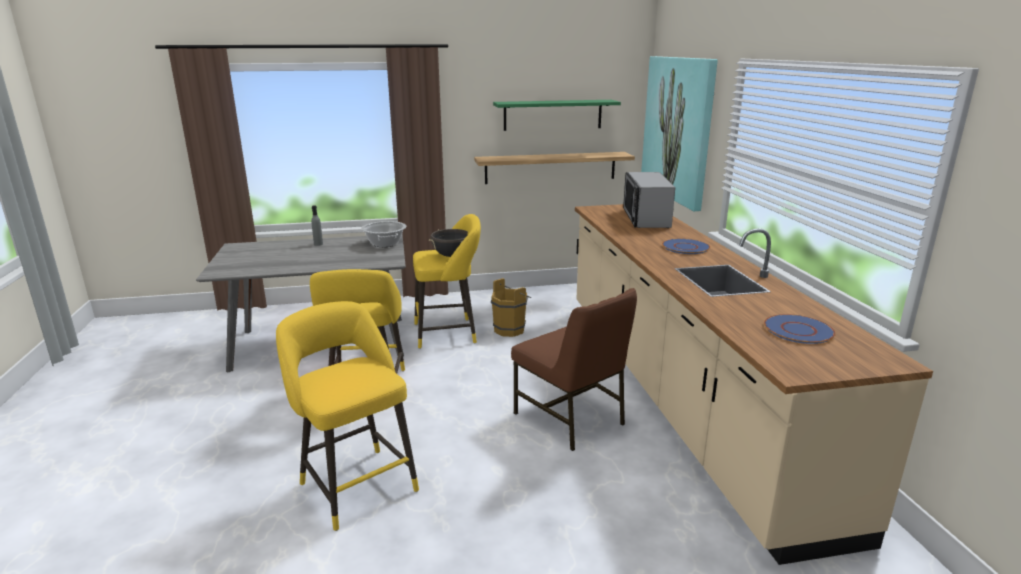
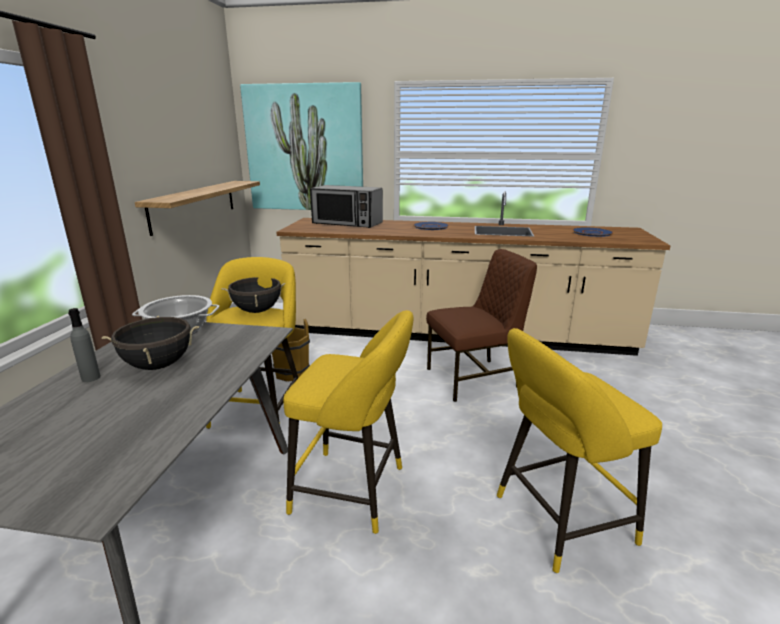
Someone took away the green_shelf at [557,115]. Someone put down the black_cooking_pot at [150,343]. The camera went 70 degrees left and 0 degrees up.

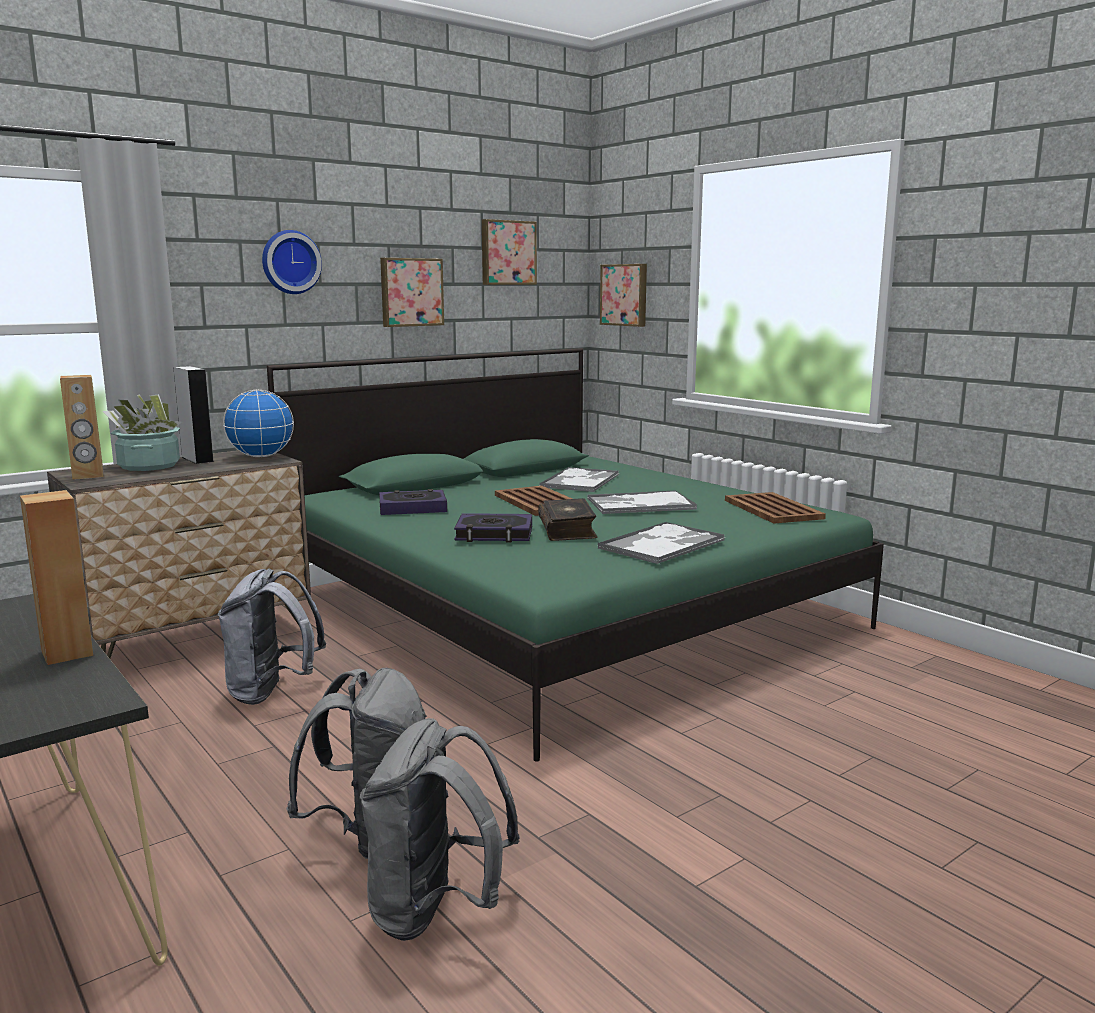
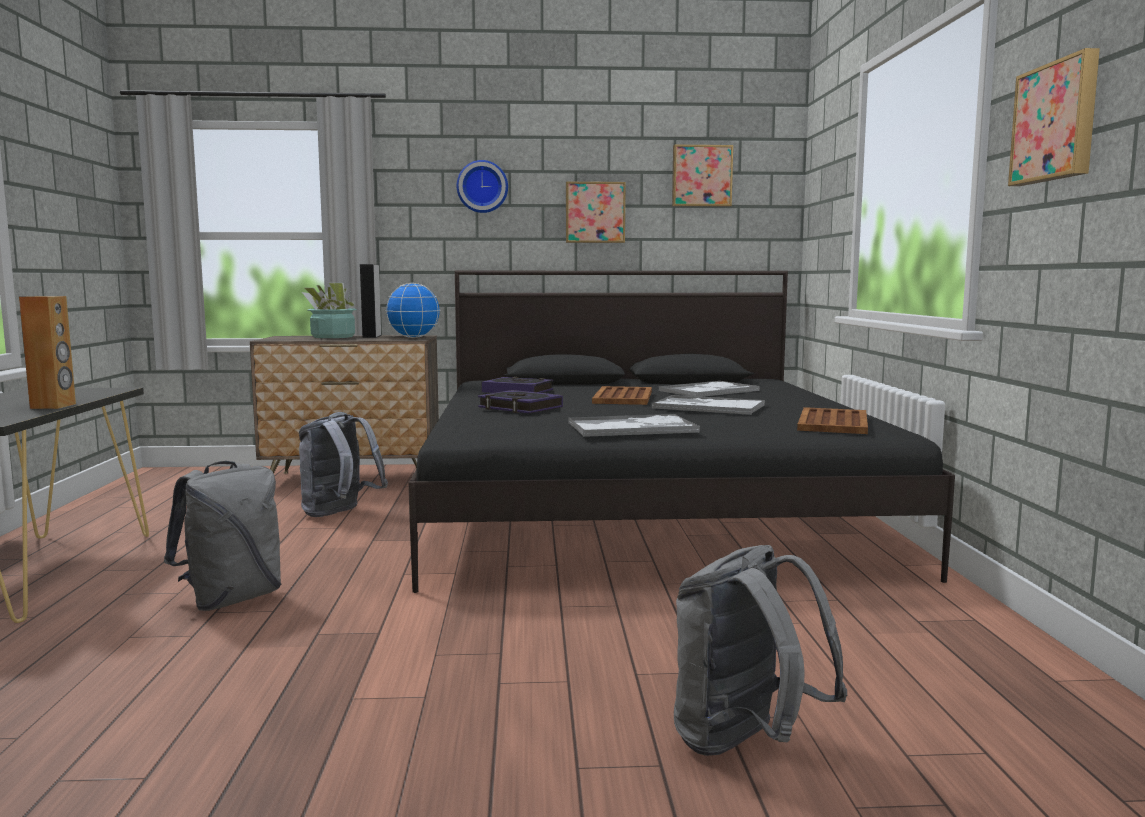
Someone carried the picture from [623,295] to [1054,117]. Someone repainted the green_bed at [575,555], which became the black_bed at [681,432]. Someone took away the brown_speaker at [82,427]. Someone took away the book at [568,519]. Someone carried the grey_backpack from [440,829] to [760,650]. The camera went 35 degrees right and 5 degrees down.

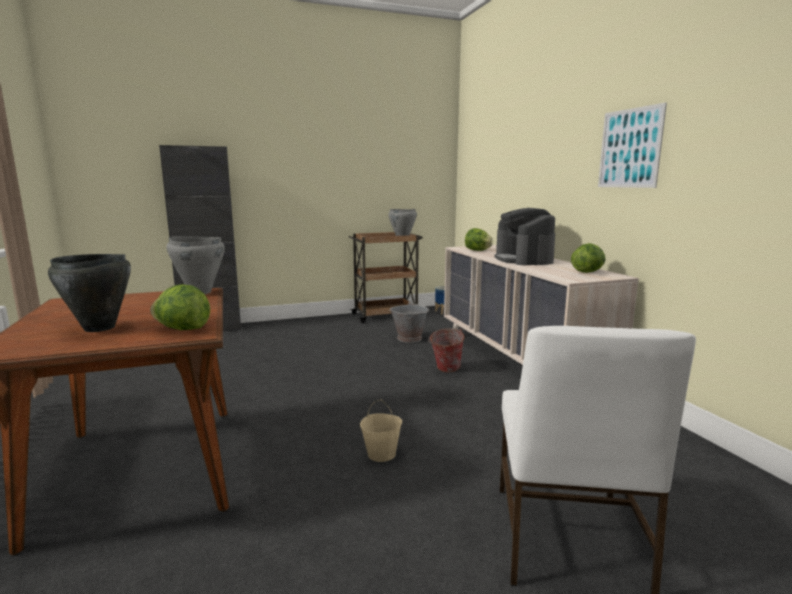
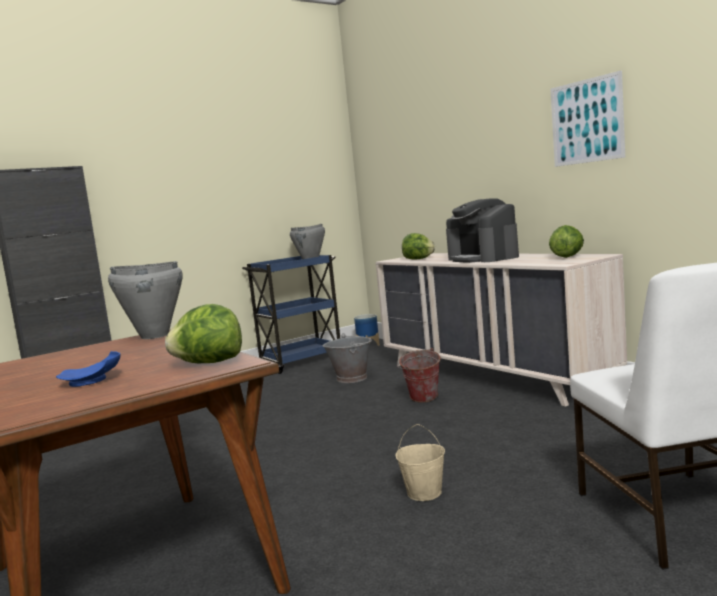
Someone repainted the brown_cart at [386,277], which became the blue_cart at [291,314]. Someone swapped the black_cooking_pot at [89,293] for the blue_plate at [88,369]. The camera went 15 degrees left and 5 degrees down.

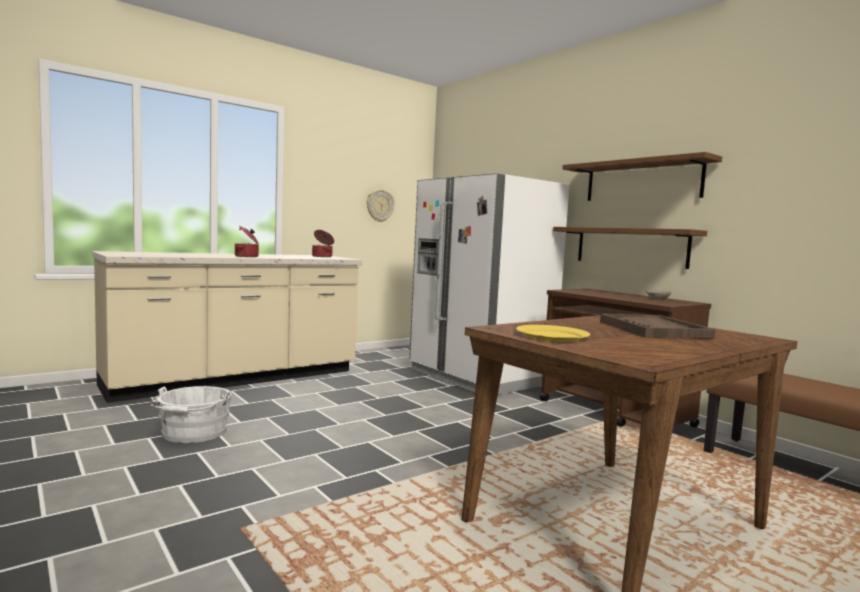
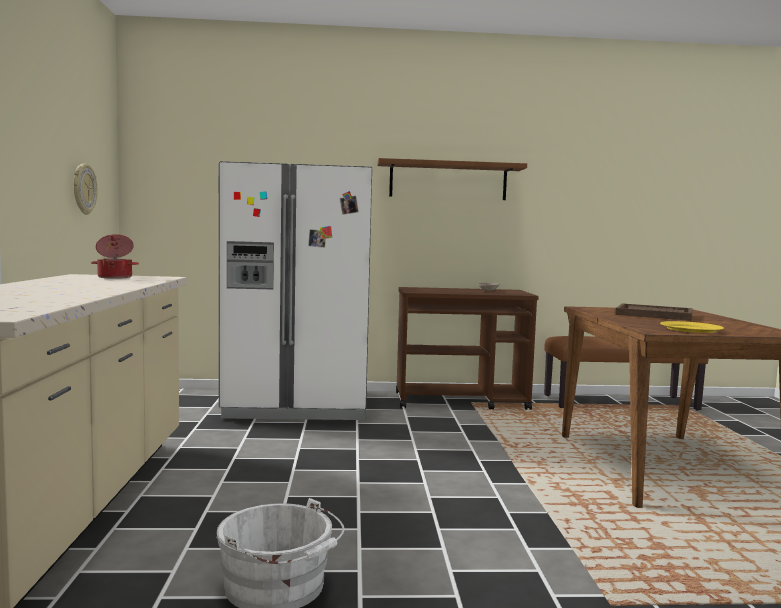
Someone took away the cooking_pot at [247,241]. Someone took away the brown_shelf at [630,248]. The camera went 55 degrees left and 0 degrees up.

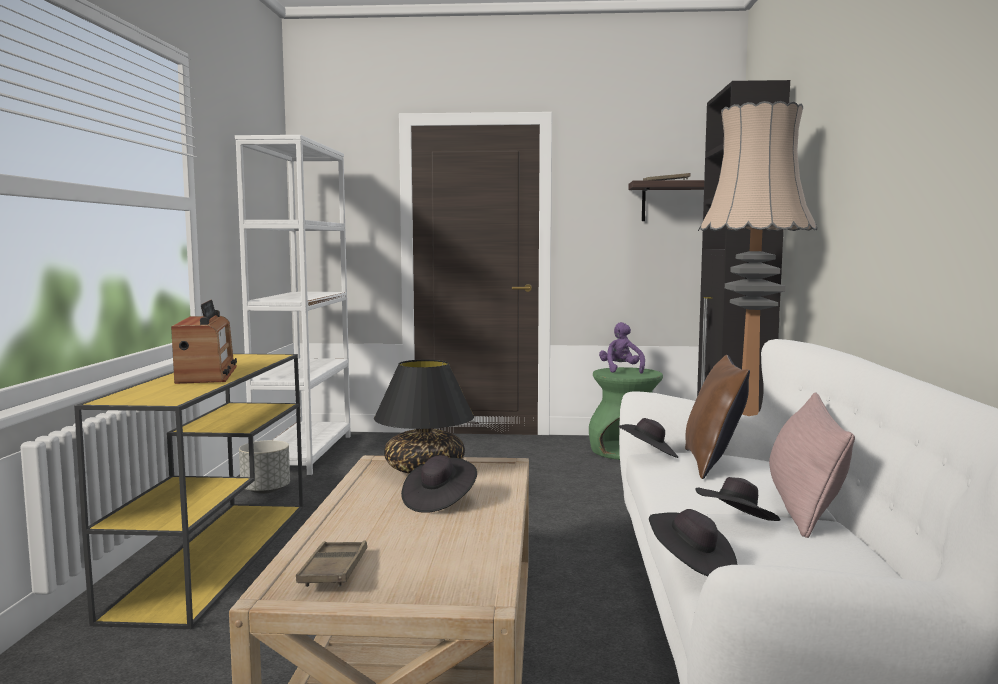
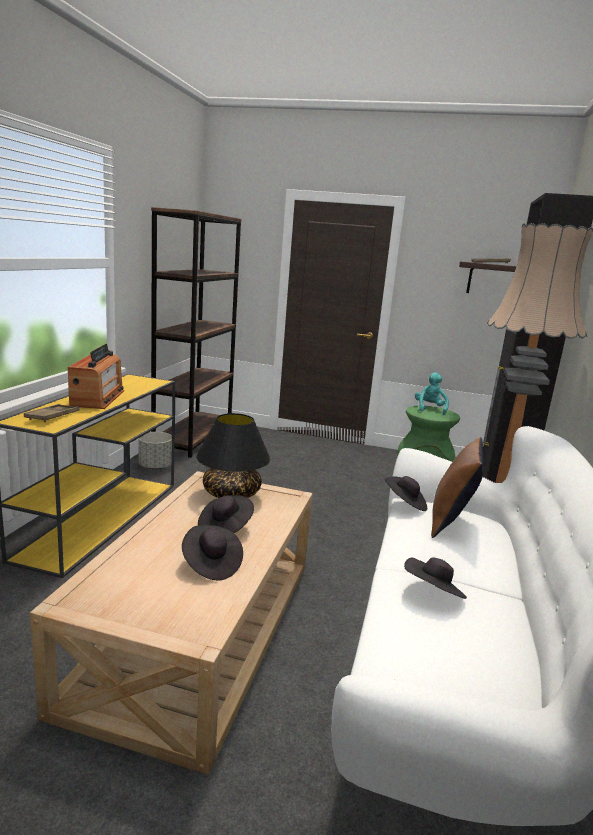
Someone repainted the white_bookcase at [293,305], which became the brown_bookcase at [196,332]. Someone repainted the purple_plush_toy at [622,348], which became the turquoise_plush_toy at [432,393]. Someone took away the pink_pillow at [812,465]. Someone carried the black_hat from [693,543] to [212,553]. Someone carried the brown_tray from [331,564] to [51,413]. The camera went 10 degrees right and 10 degrees up.

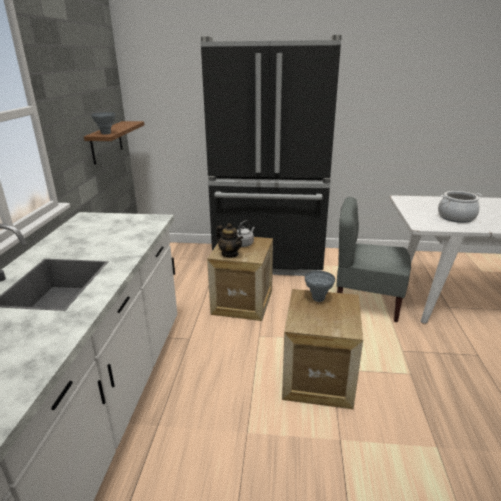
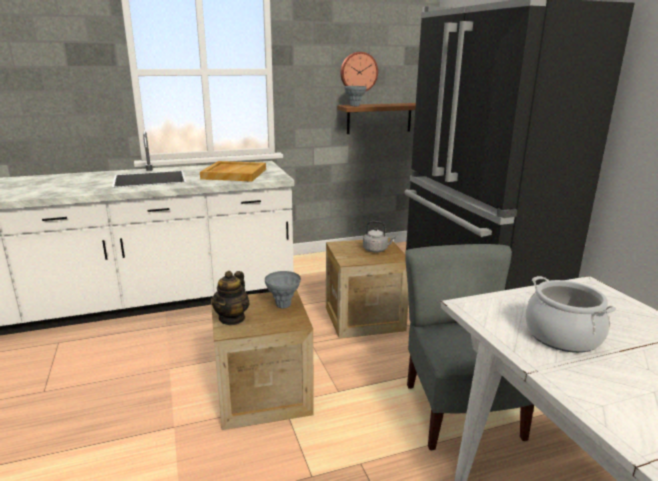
Someone carried the teapot from [229,240] to [231,298]. Someone put up the wall_clock at [359,72]. Someone put down the beige_tray at [233,171]. The camera went 65 degrees right and 5 degrees down.

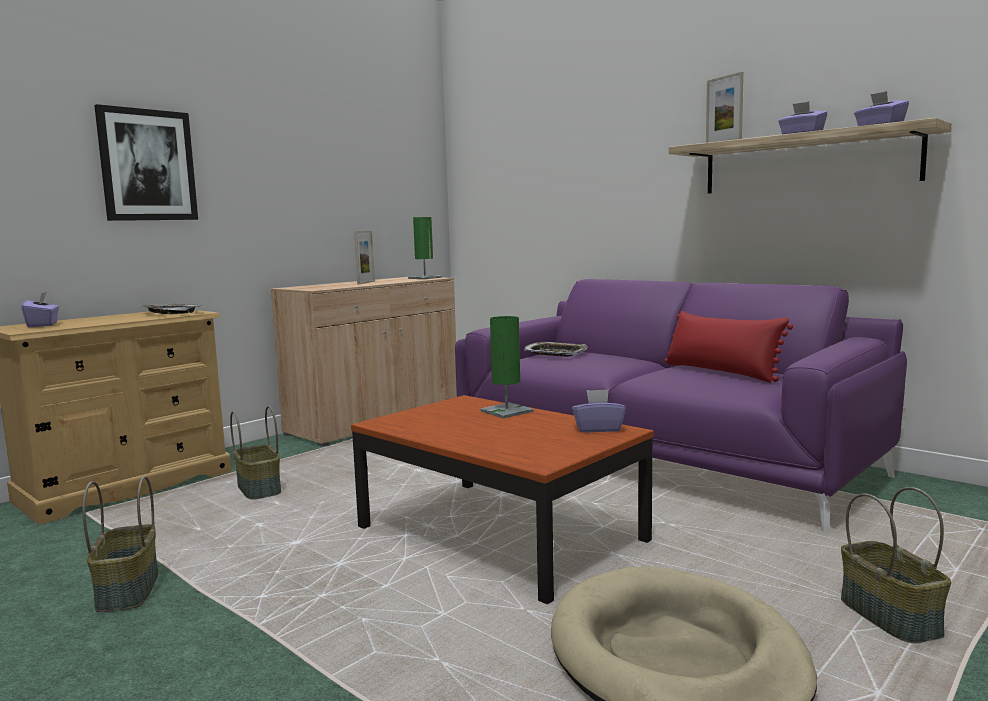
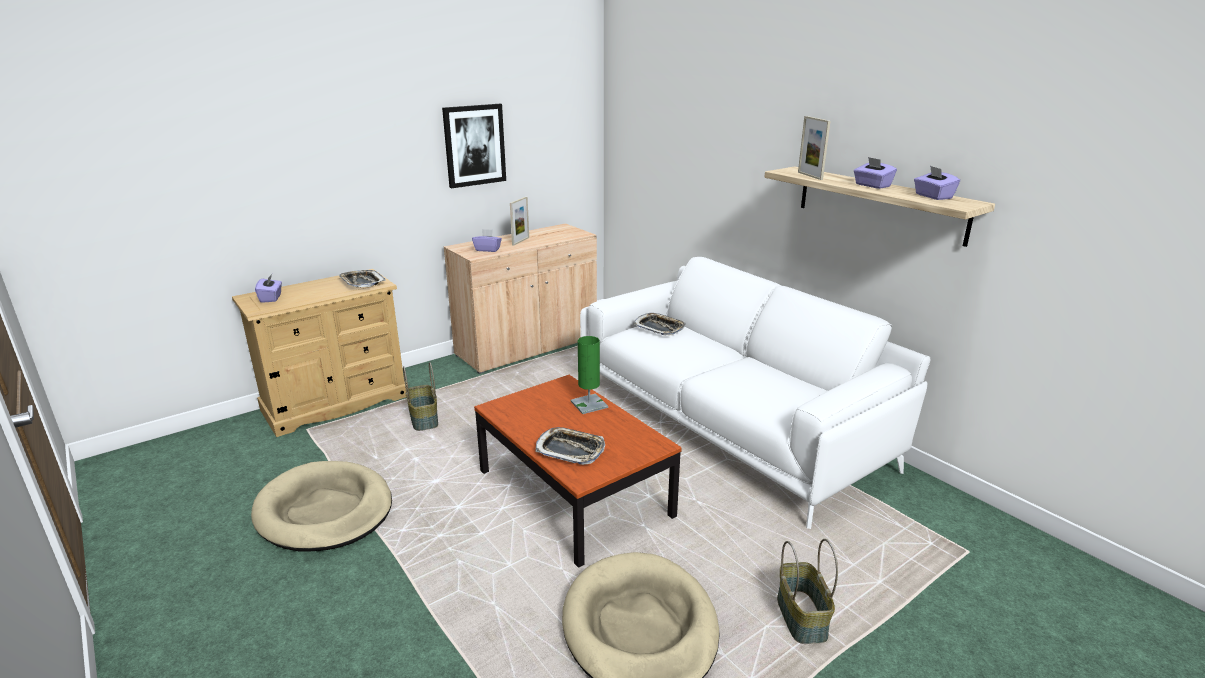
Someone carried the picture from [146,162] to [474,146]. Someone took away the green_table_lamp at [425,248]. Someone repainted the purple_sofa at [681,406], which became the white_sofa at [755,393]. Someone took away the red_pillow at [728,347]. Someone carried the purple_tissue_box from [599,411] to [487,240]. Someone swapped the basket at [120,544] for the beige_dog_bed at [321,506]. Someone put down the tray at [570,446]. The camera went 10 degrees right and 15 degrees up.

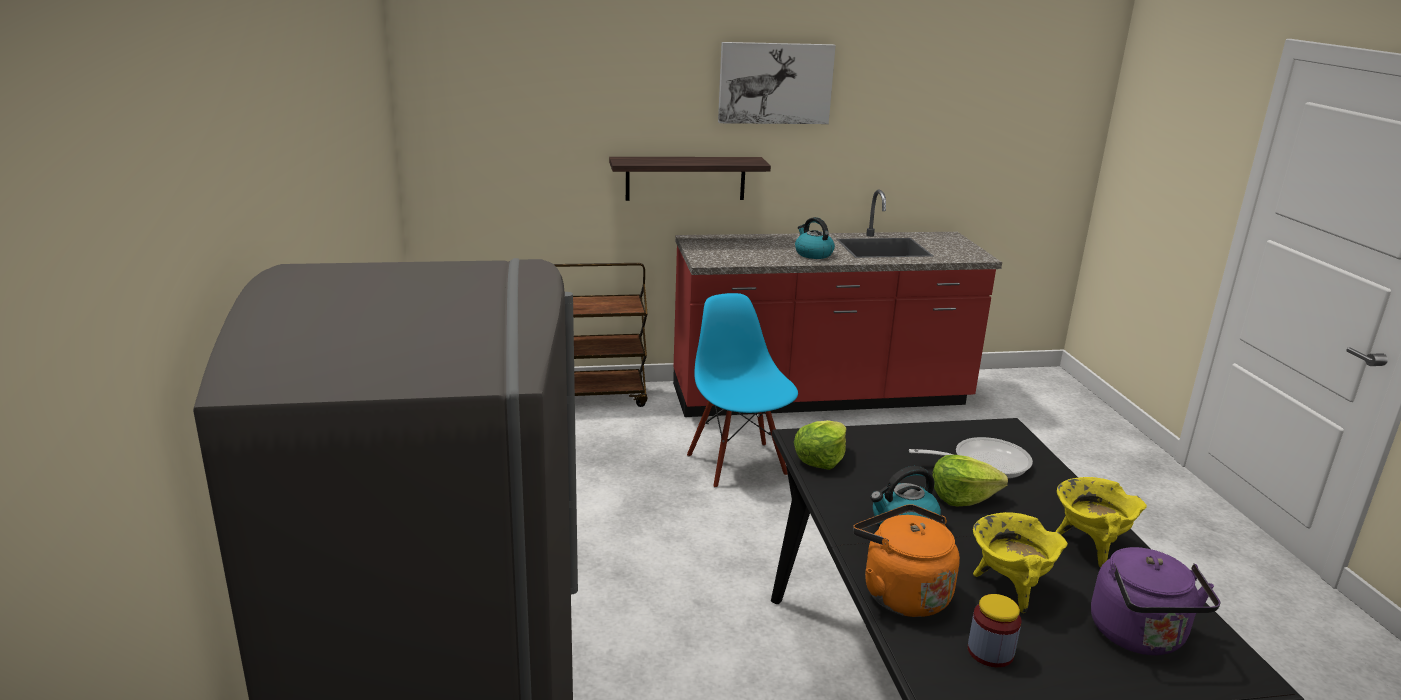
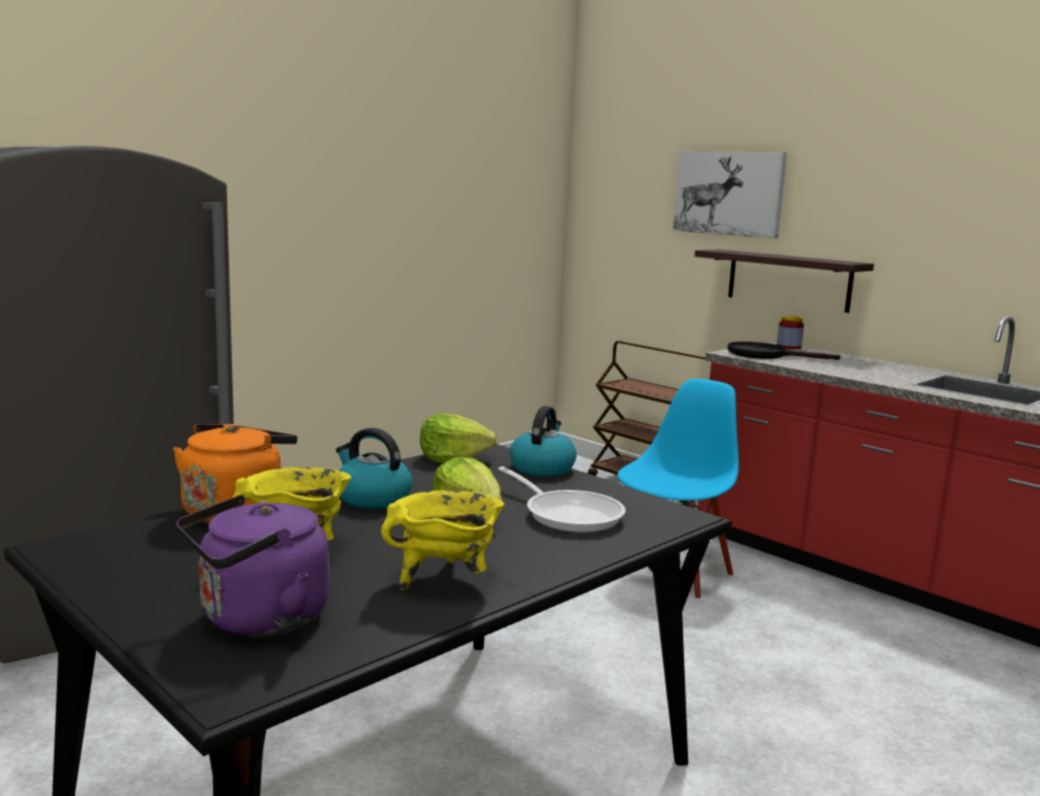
Someone carried the picture from [777,83] to [730,195]. Someone carried the kettle from [815,238] to [543,441]. Someone carried the jar from [994,630] to [790,332]. Someone put down the black_frying_pan at [783,351]. The camera went 55 degrees right and 10 degrees down.

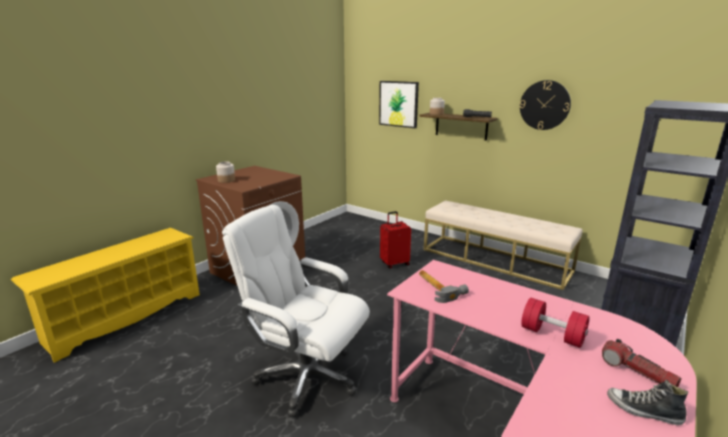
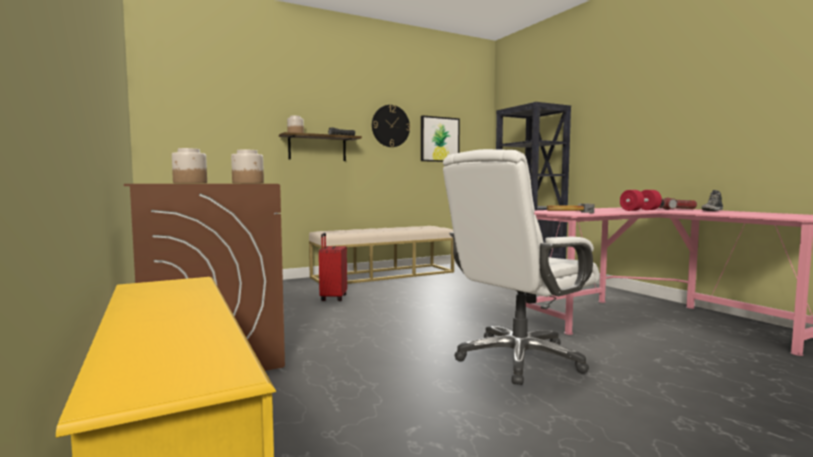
Someone carried the picture from [399,104] to [440,138]. Someone put down the jar at [247,166]. The camera went 65 degrees left and 15 degrees down.

